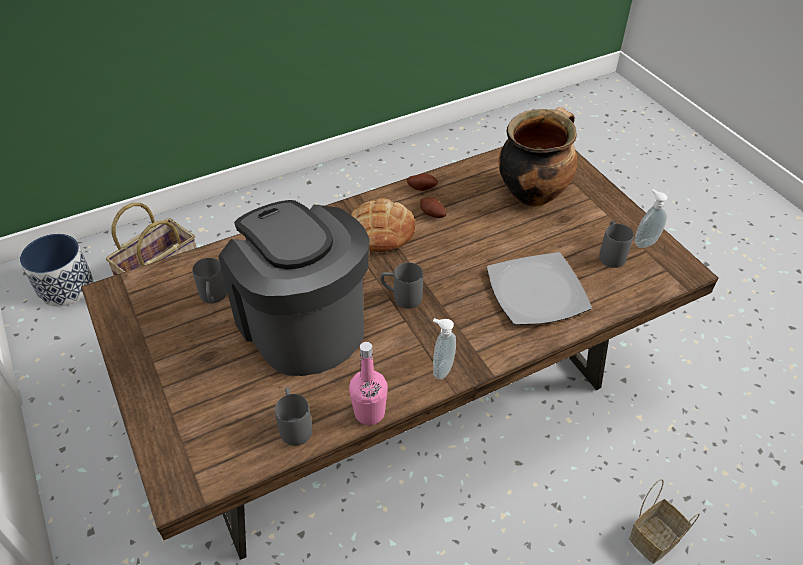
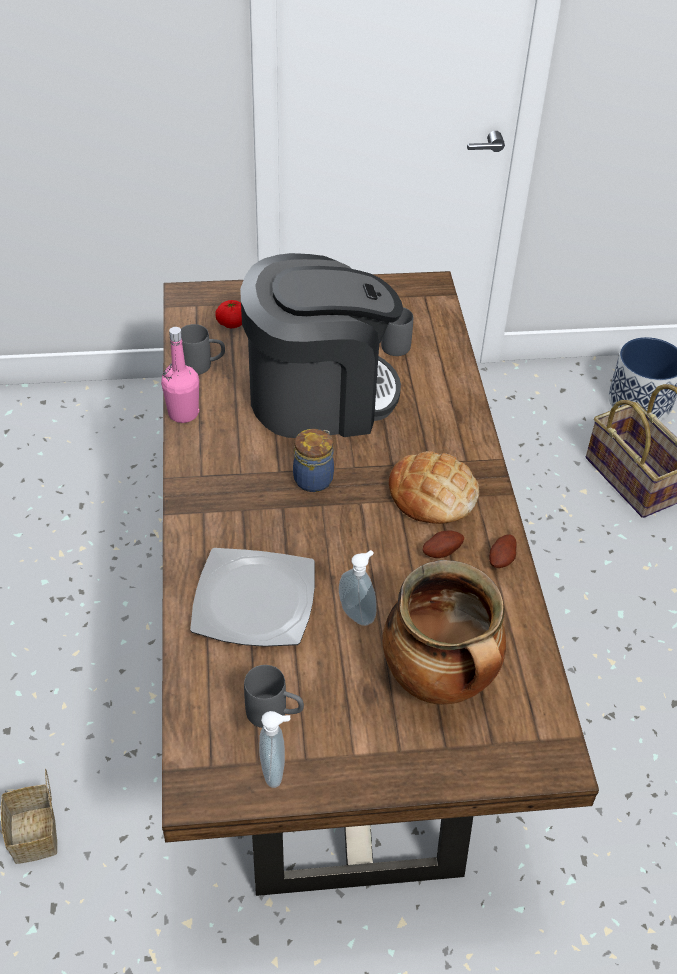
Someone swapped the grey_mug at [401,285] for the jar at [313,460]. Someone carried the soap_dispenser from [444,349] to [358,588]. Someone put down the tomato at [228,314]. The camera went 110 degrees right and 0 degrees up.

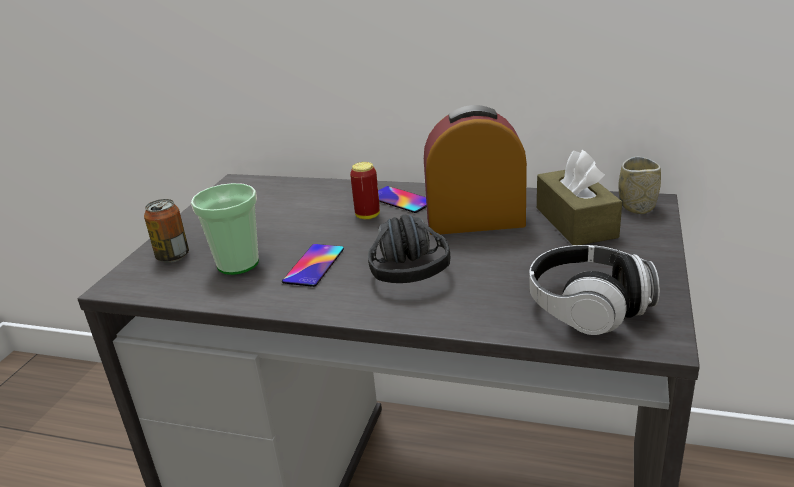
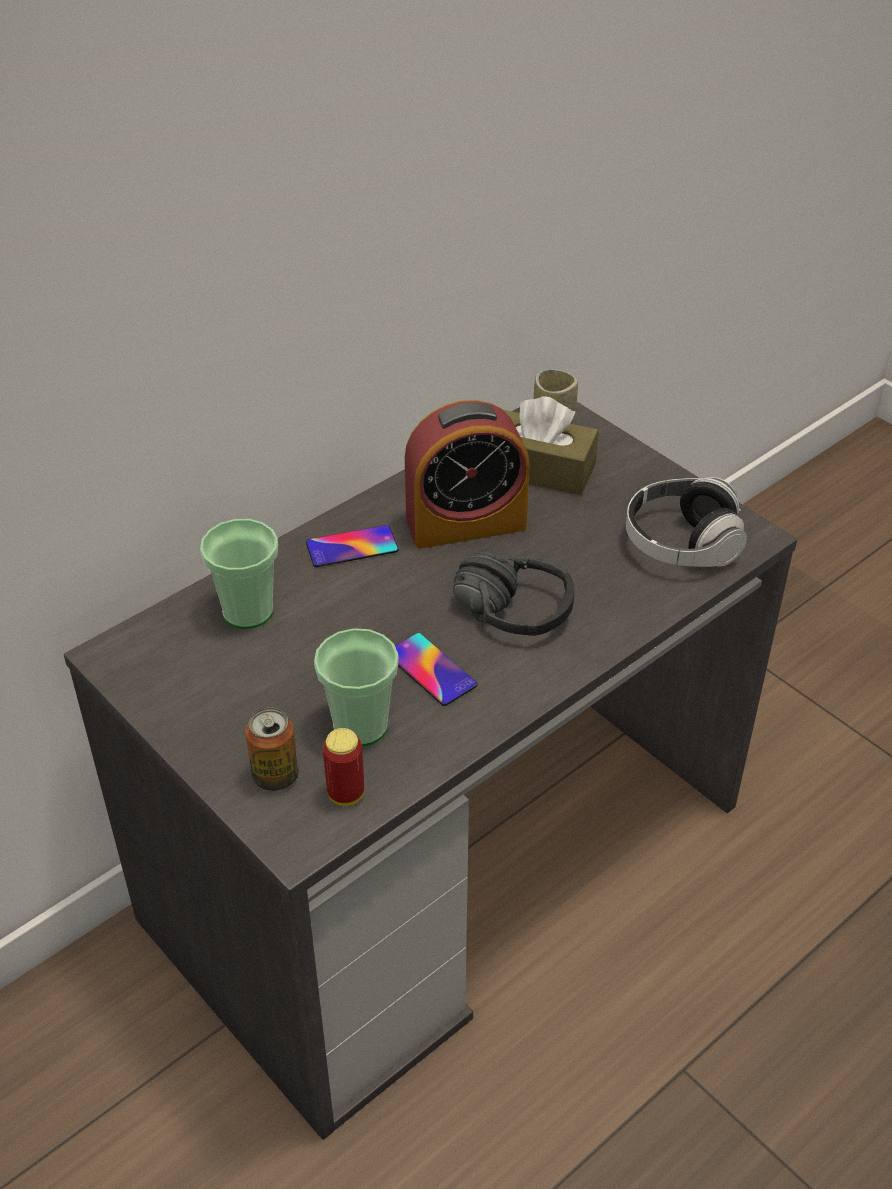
Someone rotated the alarm_clock at [475,170] by 135 degrees counterclockwise. Someone carried the can from [365,190] to [343,767]. Someone put down the cup at [239,574]. The camera went 60 degrees left and 15 degrees up.

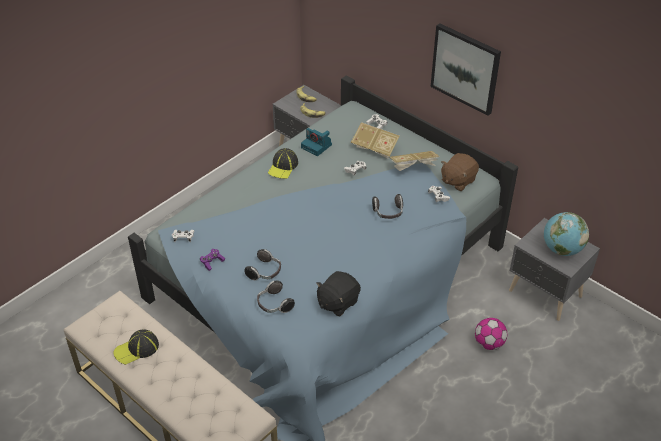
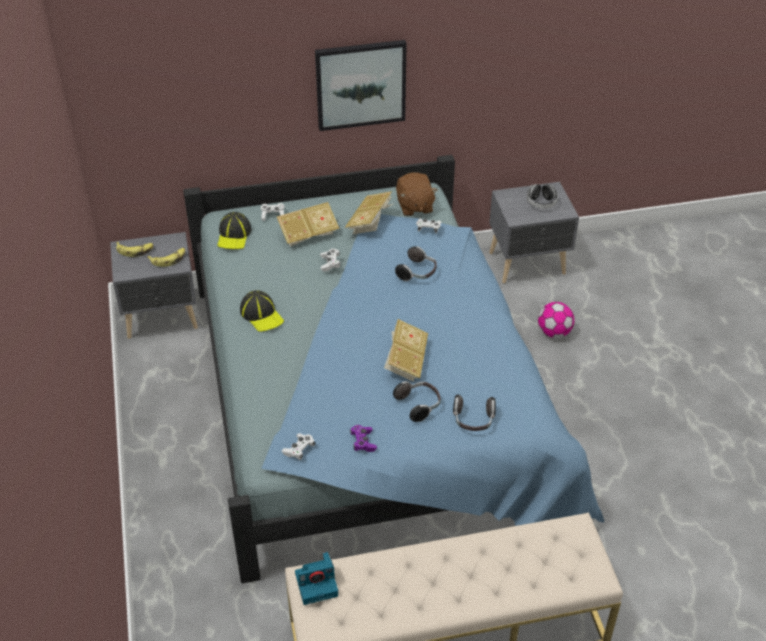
Someone carried the photo_camera from [316,142] to [316,578]. Someone swapped the globe at [566,234] for the headphones at [542,196]. Someone took away the black_plush_toy at [338,293]. Someone carried the cap from [136,347] to [234,230]. Someone put down the book at [406,350]. The camera went 55 degrees left and 0 degrees up.

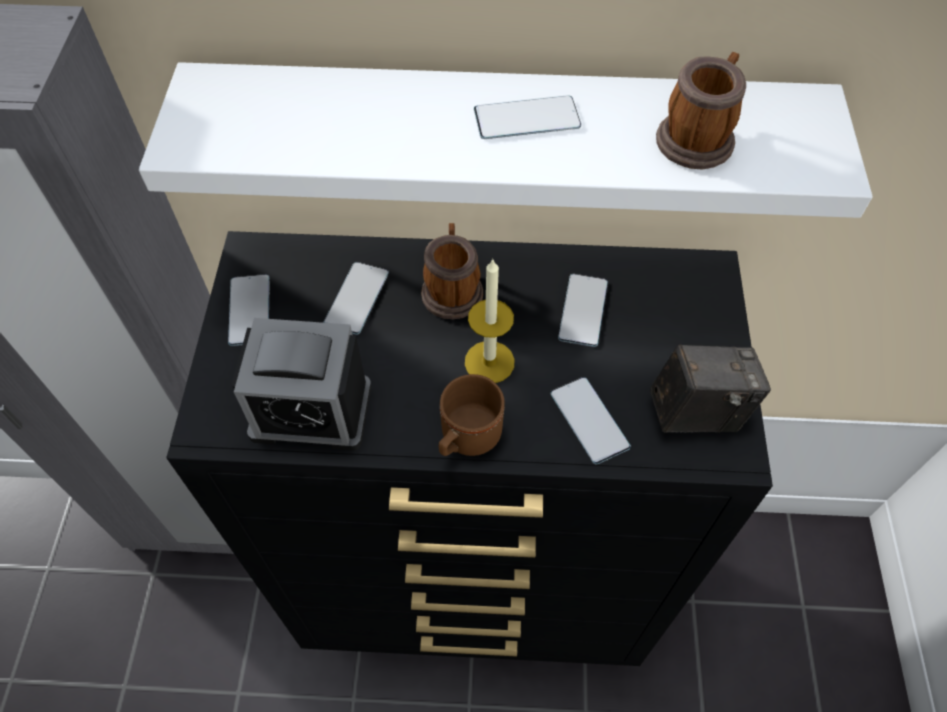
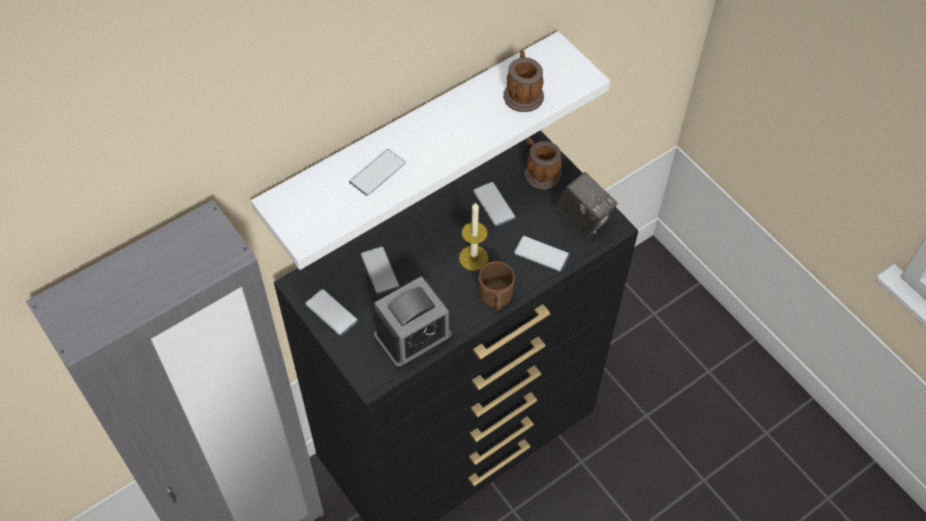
Someone carried the phone from [527,117] to [377,172]. Someone carried the mug from [452,271] to [543,163]. Someone rotated the photo_camera at [710,388] by 90 degrees clockwise. The camera went 40 degrees left and 0 degrees up.

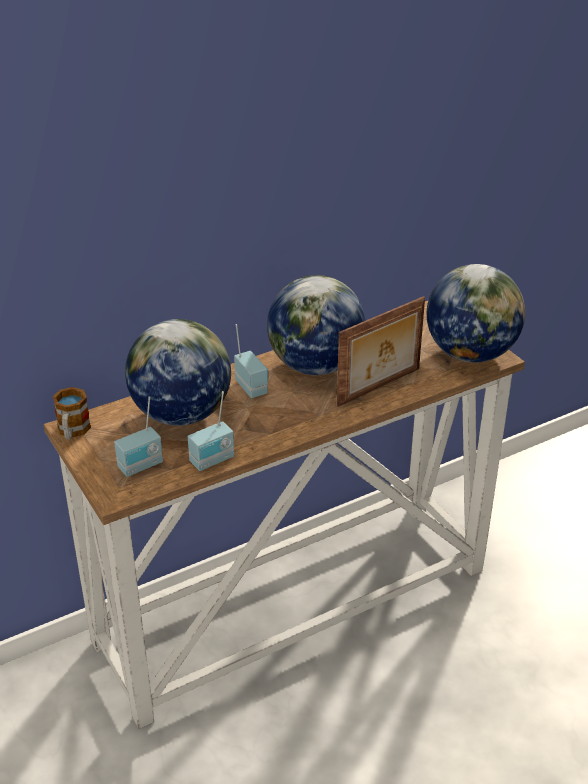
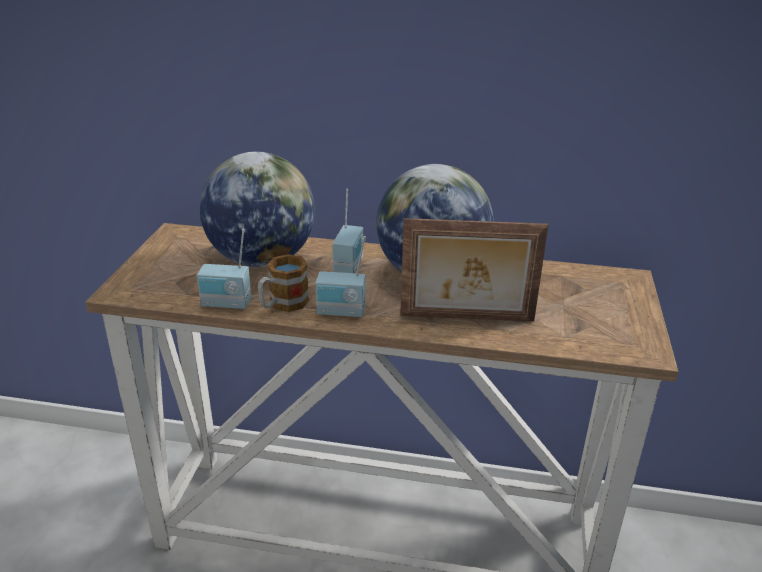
Someone took away the globe at [476,313]. Someone carried the mug from [72,413] to [283,283]. Someone carried the radio from [138,437] to [341,276]. The camera went 40 degrees right and 5 degrees down.

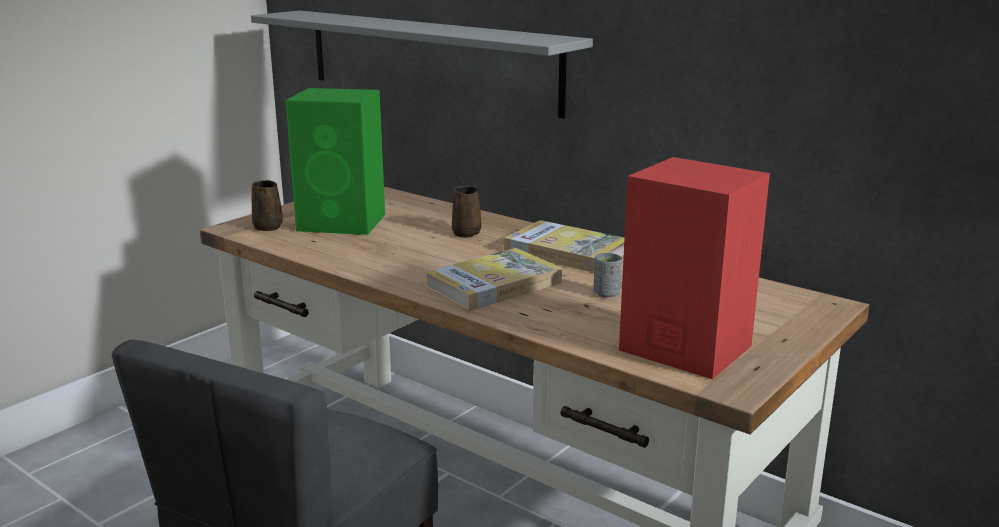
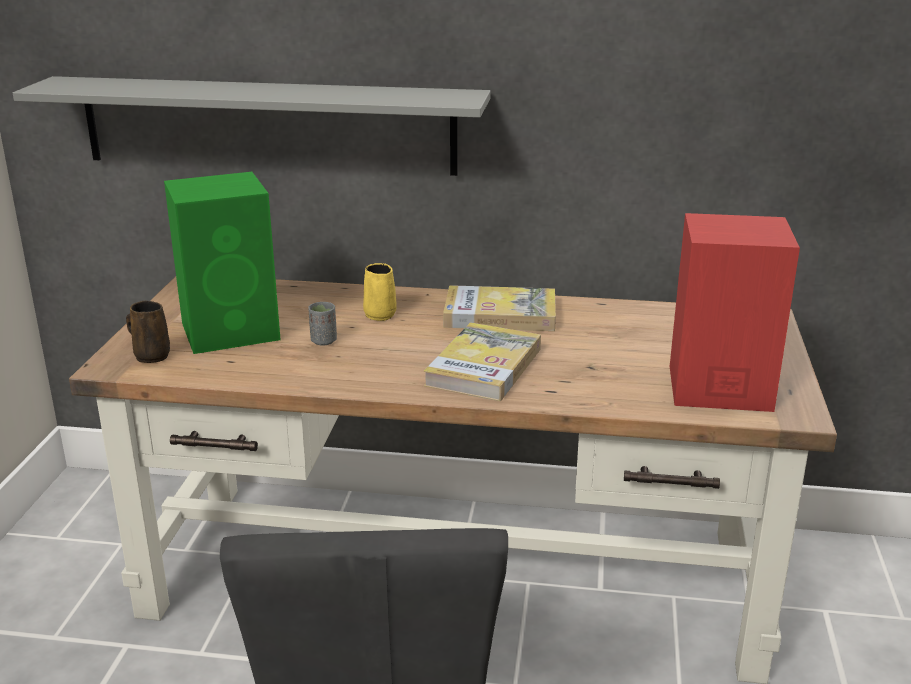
Someone repainted the brown_mug at [466,212], which became the yellow_mug at [380,292]. Someone carried the grey_cup from [608,275] to [322,324]. The camera went 30 degrees left and 5 degrees up.

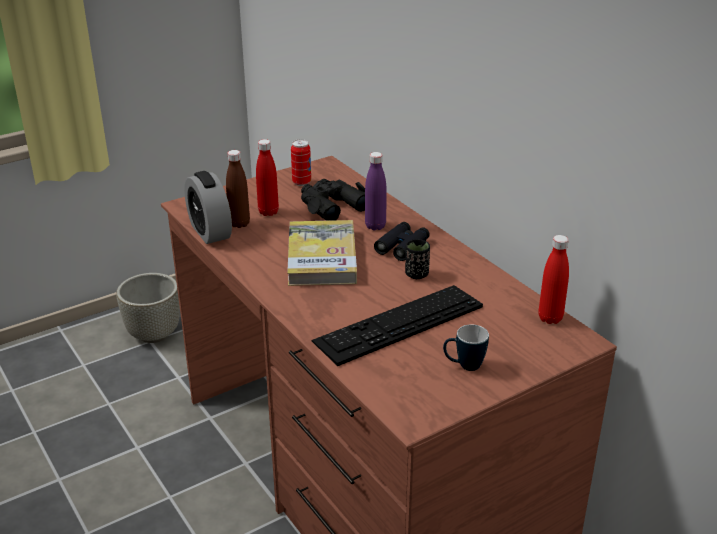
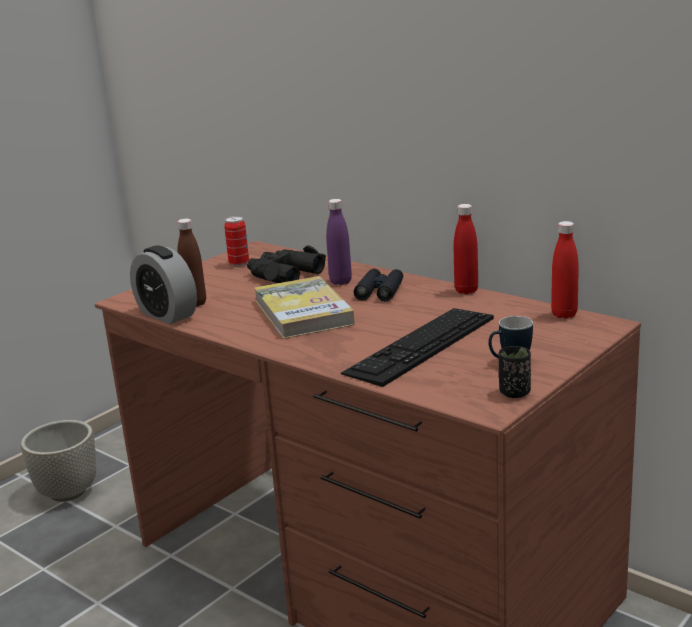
Someone carried the red_bottle from [267,177] to [466,249]. Someone carried the black_cup from [417,259] to [515,372]. The camera went 15 degrees left and 10 degrees down.

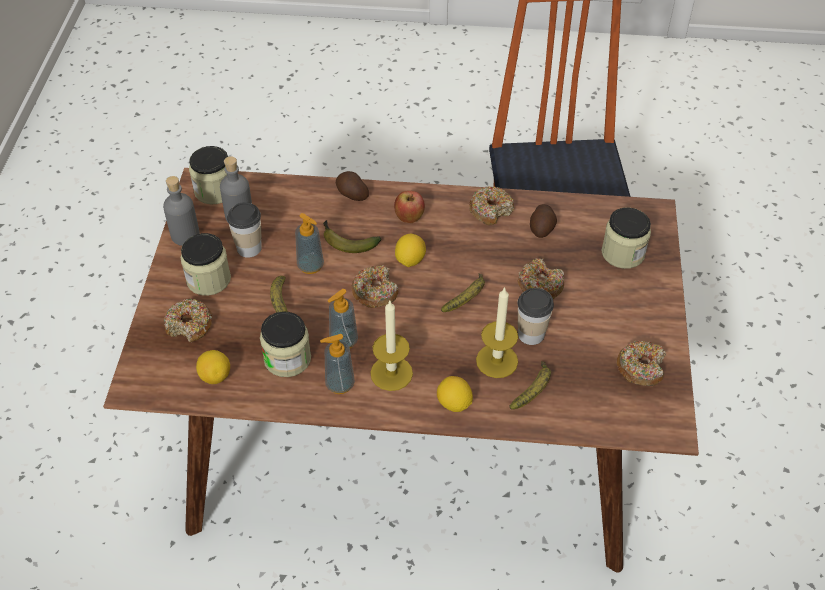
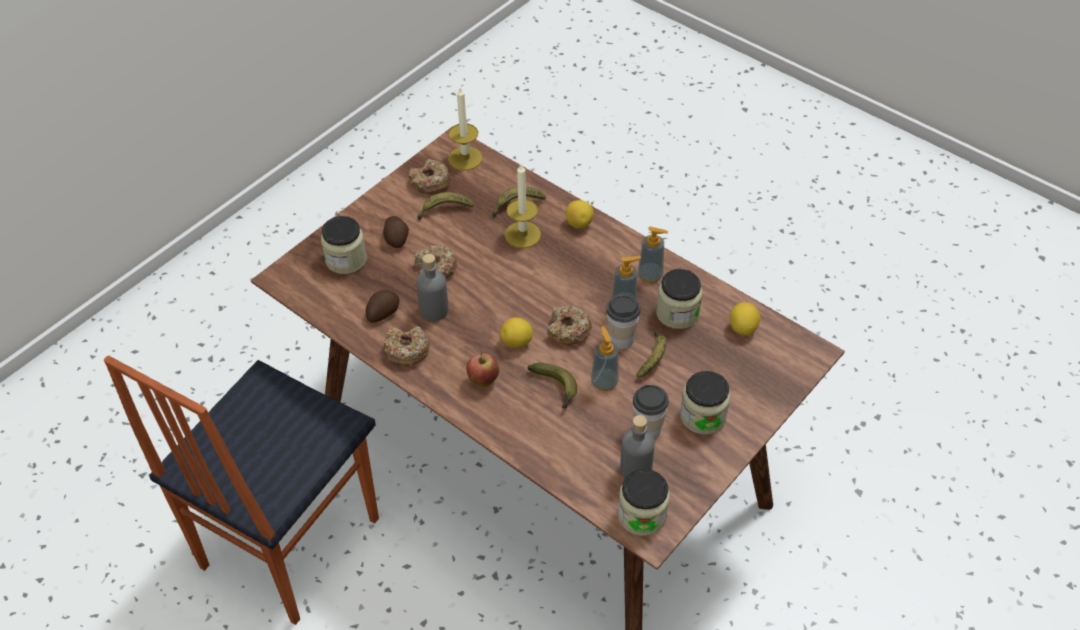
Someone carried the potato from [352,186] to [396,232]. Someone carried the grey_bottle from [181,211] to [432,287]. Someone carried the banana from [463,292] to [446,206]. Someone carried the cup from [536,316] to [623,322]. Someone took away the donut at [188,320]. Someone carried the candle from [391,346] to [465,128]. The camera went 145 degrees left and 0 degrees up.

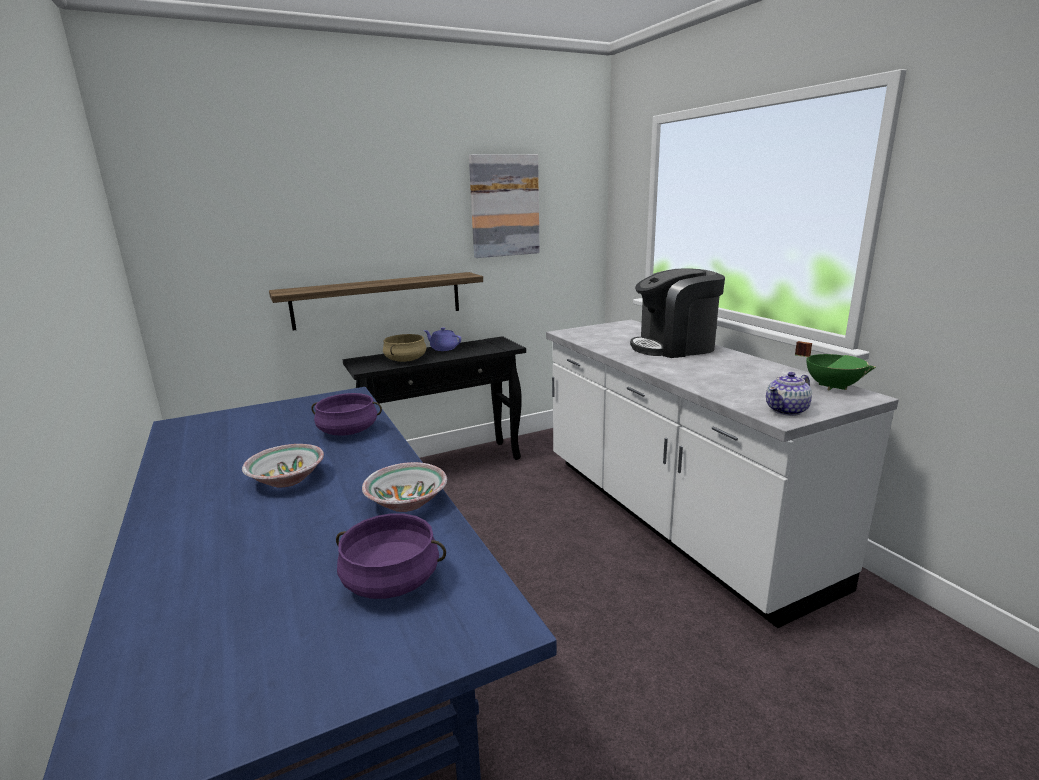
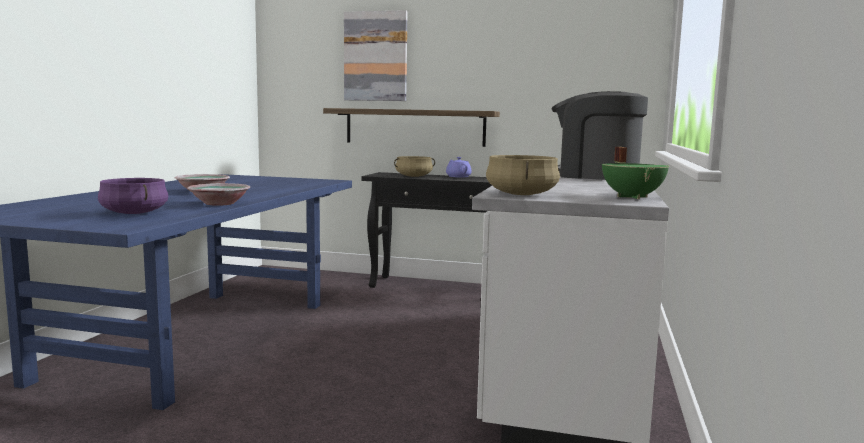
Someone carried the picture from [504,206] to [375,55]. Someone swapped the teapot at [789,394] for the beige_cooking_pot at [523,175]. Someone took away the purple_cooking_pot at [346,414]. The camera went 40 degrees right and 10 degrees down.

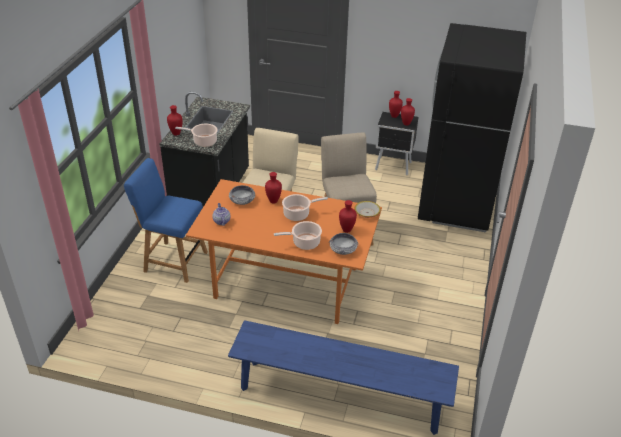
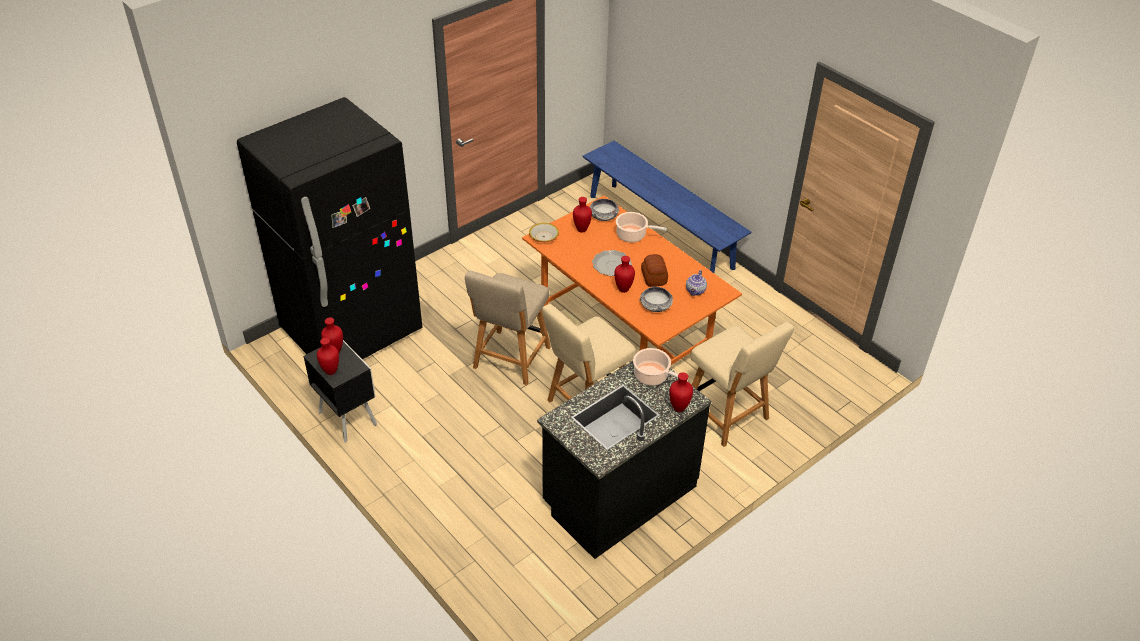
Someone repainted the blue_chair at [166,220], which became the beige_chair at [742,384]. Someone swapped the cooking_pot at [305,207] for the plate at [612,263]. Someone put down the bread at [654,270]. The camera went 145 degrees left and 5 degrees up.

